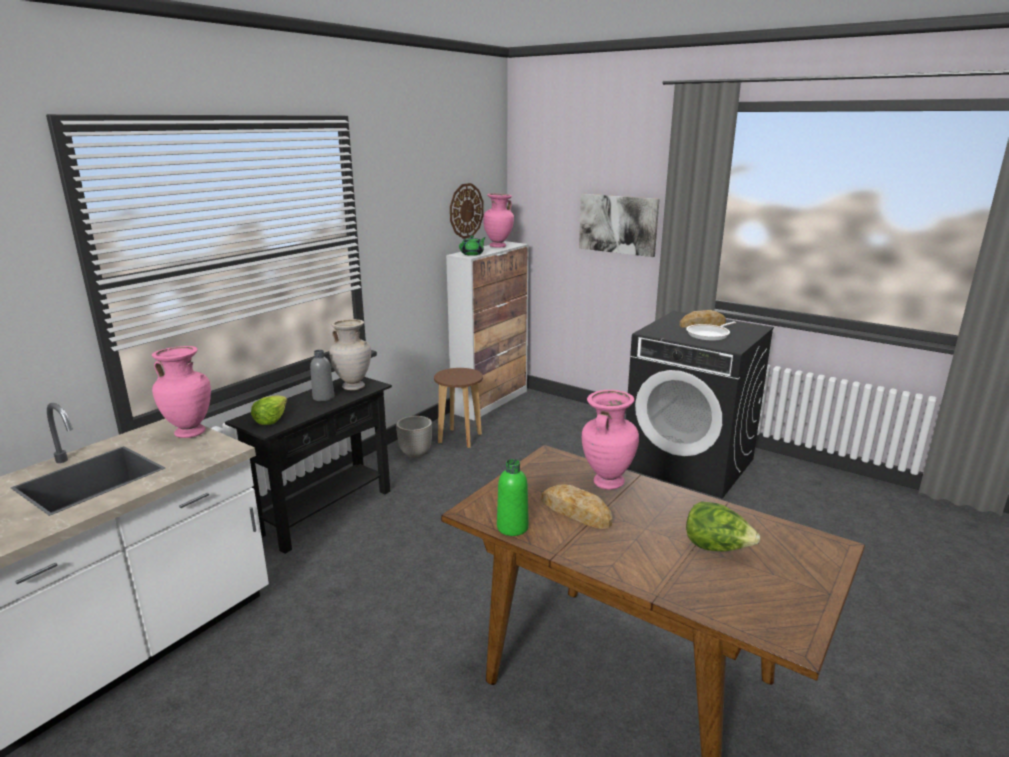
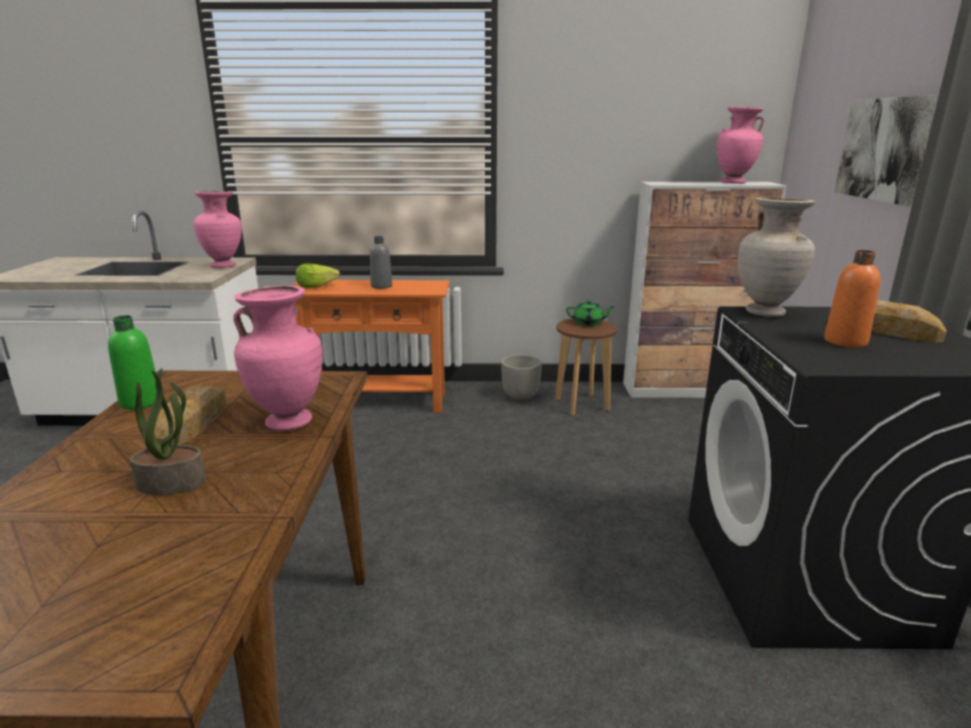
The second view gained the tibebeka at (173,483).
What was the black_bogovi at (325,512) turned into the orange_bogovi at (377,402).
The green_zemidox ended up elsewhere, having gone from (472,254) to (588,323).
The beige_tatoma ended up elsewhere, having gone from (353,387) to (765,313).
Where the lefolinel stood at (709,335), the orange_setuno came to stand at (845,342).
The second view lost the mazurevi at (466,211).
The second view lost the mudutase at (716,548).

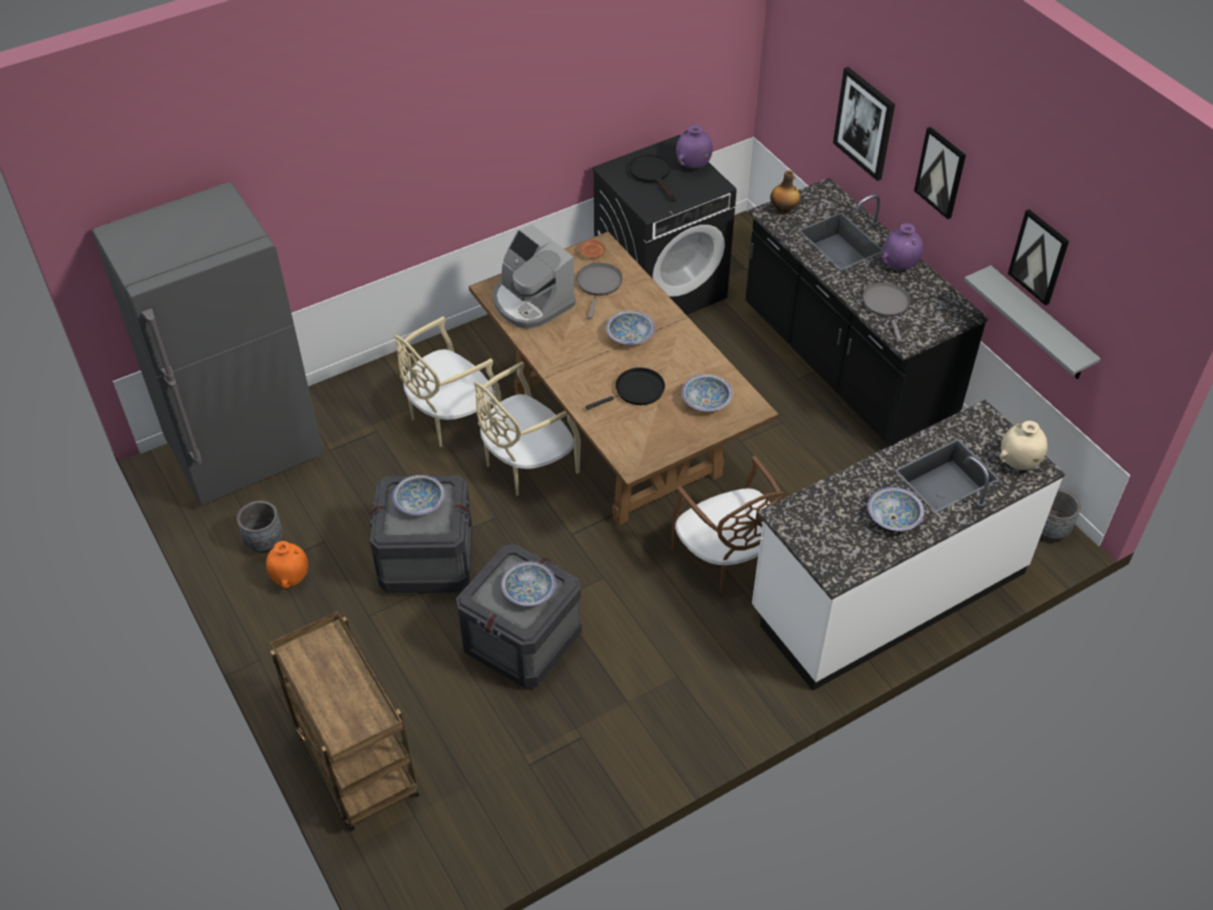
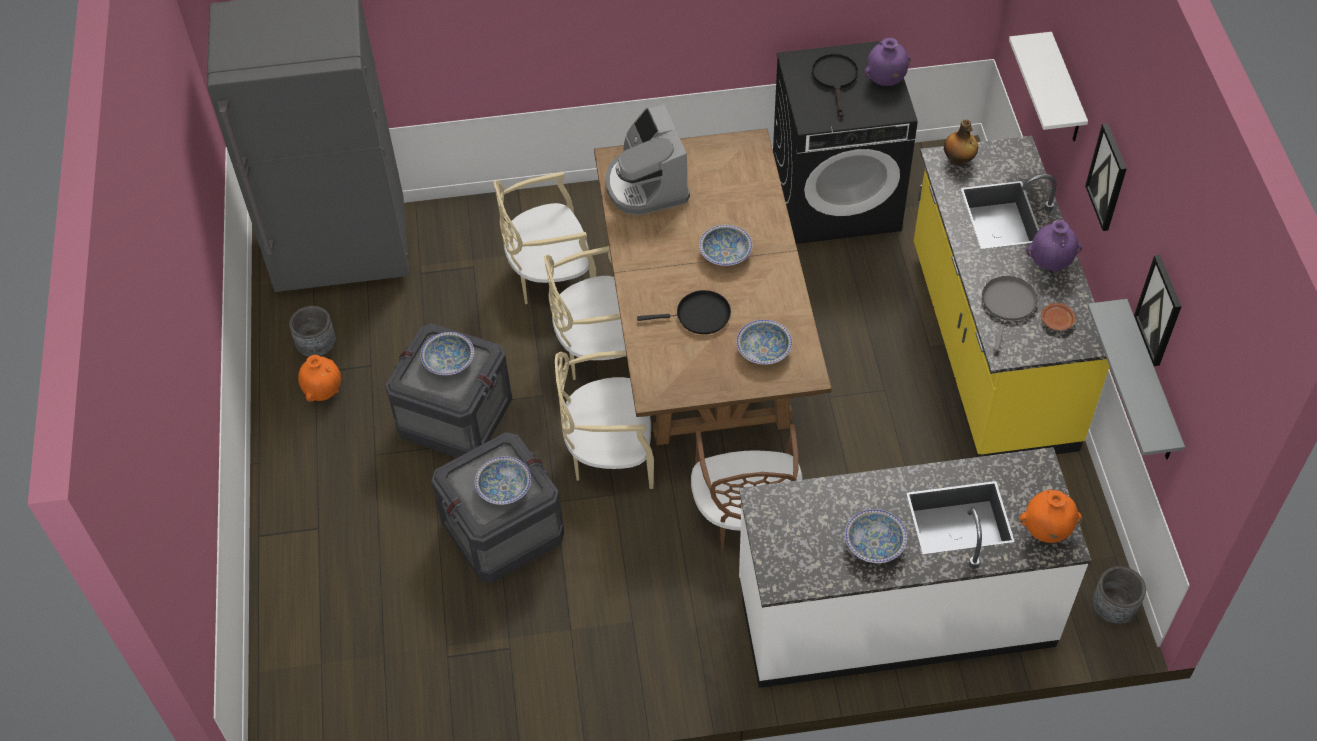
The second view gained the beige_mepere at (610,453).
What was the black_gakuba at (845,365) turned into the yellow_gakuba at (989,348).
Where the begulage hung at (864,123), the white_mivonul came to hang at (1065,91).
What was the beige_tatoma at (1018,463) turned into the orange_tatoma at (1046,531).
The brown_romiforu ended up elsewhere, having gone from (592,253) to (1056,321).
The second view lost the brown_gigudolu at (354,762).
The second view lost the grey_lefolinel at (599,285).

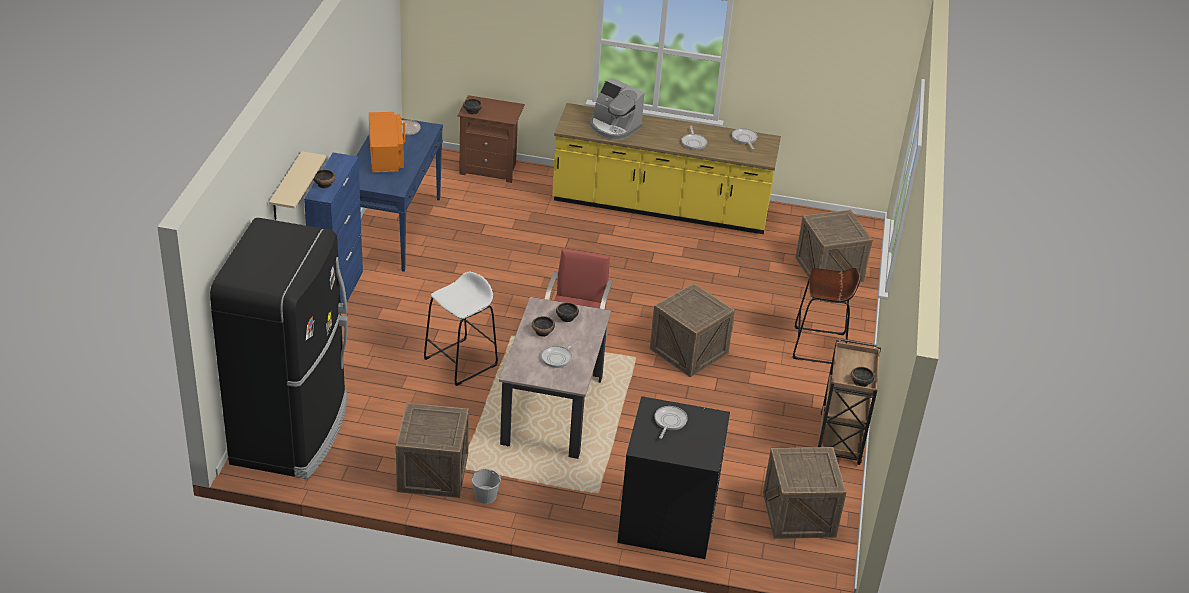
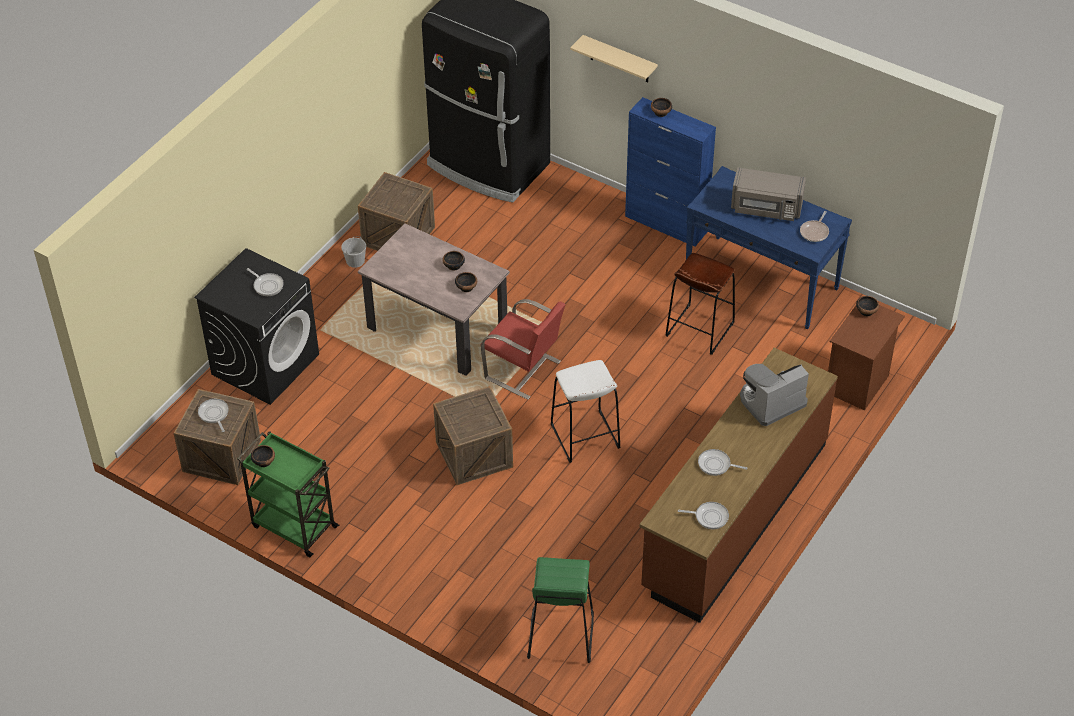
The lefolinel ended up elsewhere, having gone from (558,358) to (214,414).
What was the brown_gigudolu at (840,440) turned into the green_gigudolu at (293,526).
Where the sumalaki stood at (829,269), the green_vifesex came to stand at (560,635).
The white_vifesex ended up elsewhere, having gone from (461,362) to (585,436).
What was the yellow_gakuba at (660,208) turned into the brown_gakuba at (734,515).
The brown_vifesex ended up elsewhere, having gone from (819,346) to (699,329).
What was the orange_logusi at (386,156) turned into the grey_logusi at (766,208).

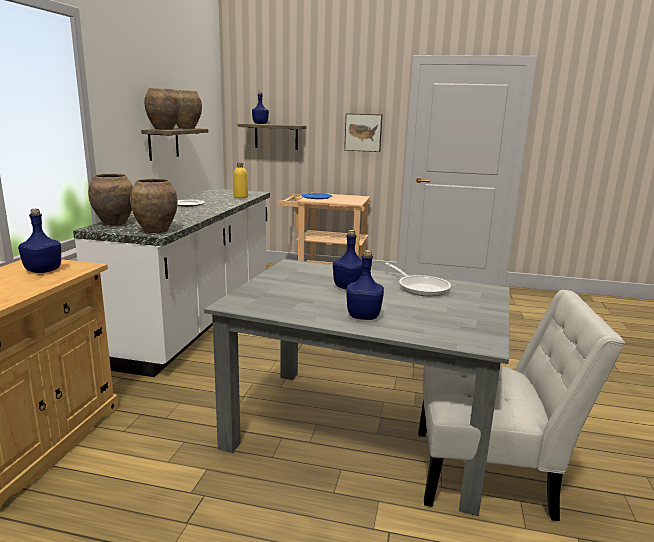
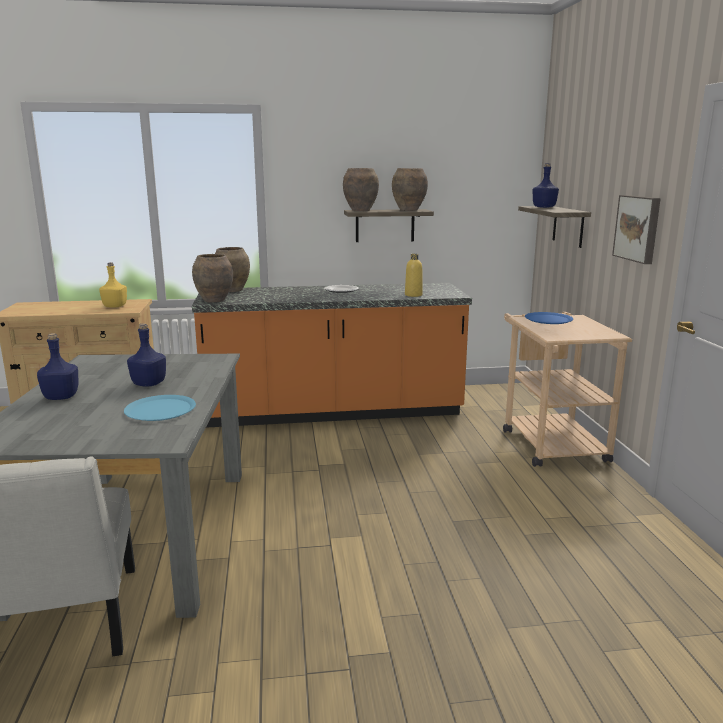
What was the blue_setuno at (44,271) turned into the yellow_setuno at (115,306).
Where the lefolinel stood at (420,287), the blue_romiforu came to stand at (160,409).
What was the white_gakuba at (197,319) turned into the orange_gakuba at (333,412).

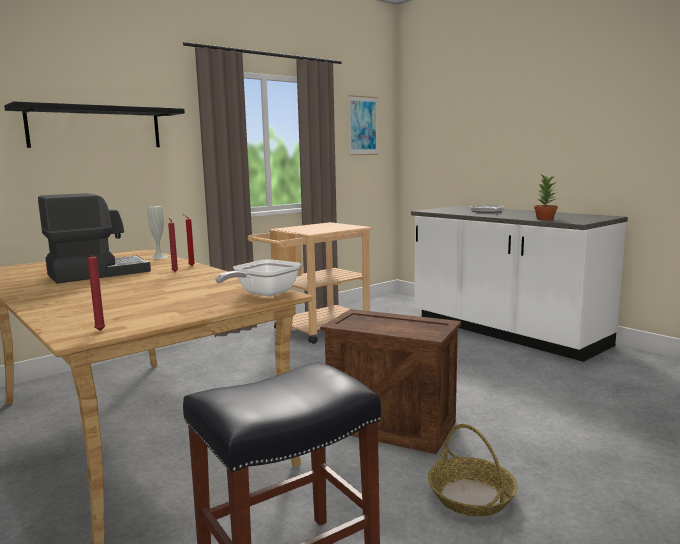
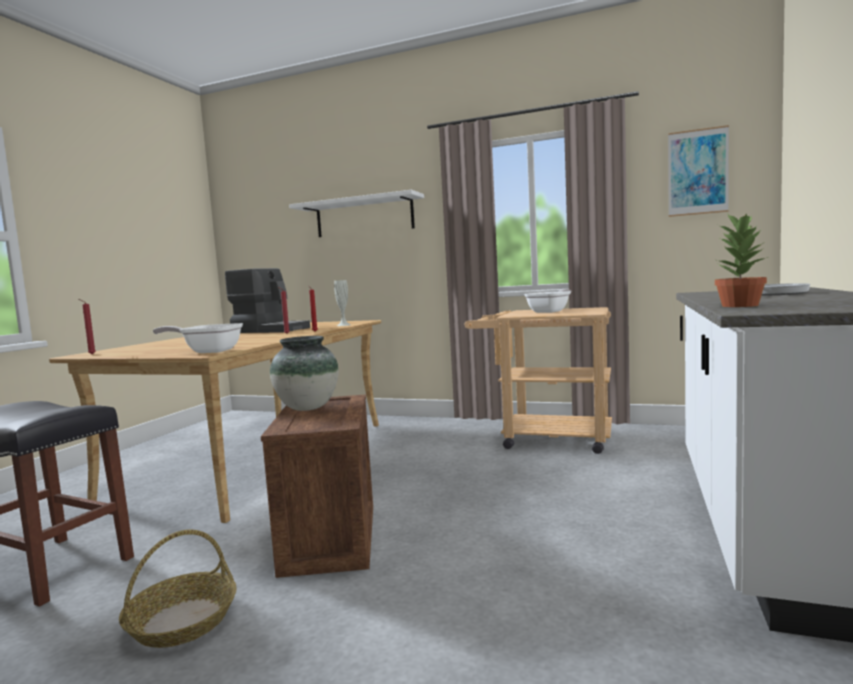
The second view gained the tatoma at (307,408).
What was the black_mivonul at (95,128) turned into the white_mivonul at (364,217).
The second view gained the lefolinel at (551,311).

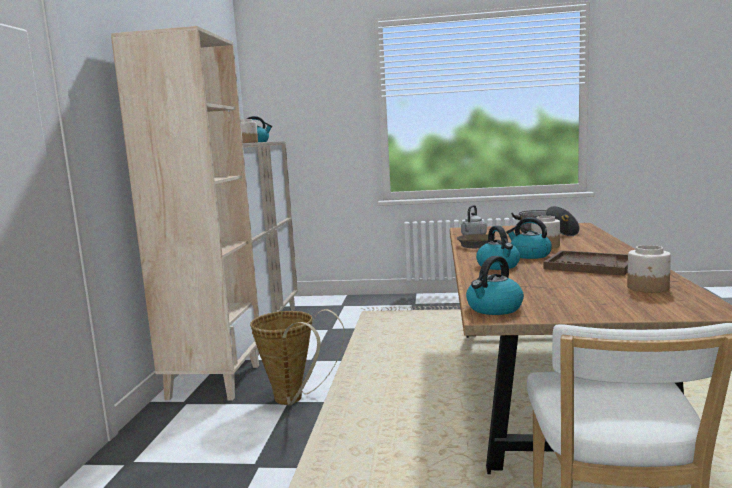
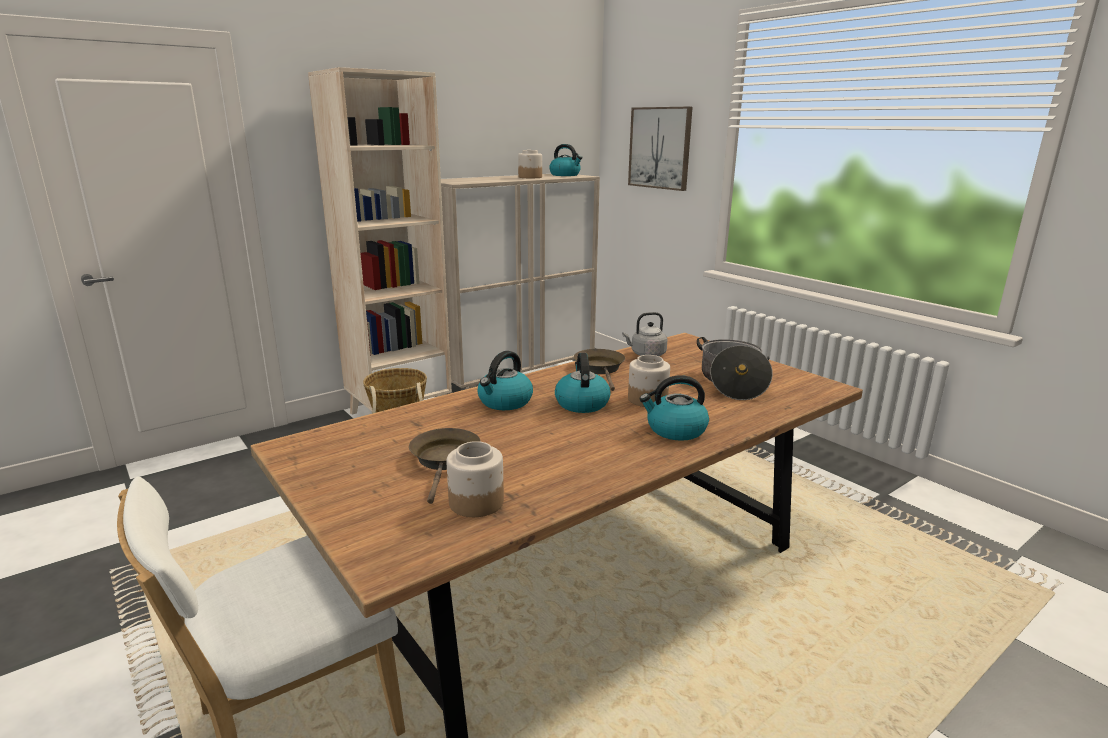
The second view gained the brown_lefolinel at (445,460).
The second view gained the begulage at (660,148).
The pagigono ended up elsewhere, having gone from (494,308) to (675,430).
The second view lost the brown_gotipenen at (589,265).

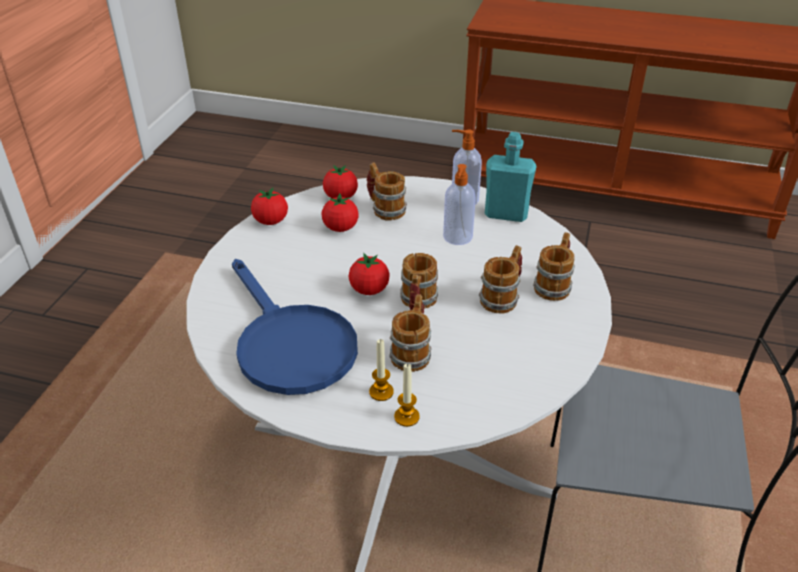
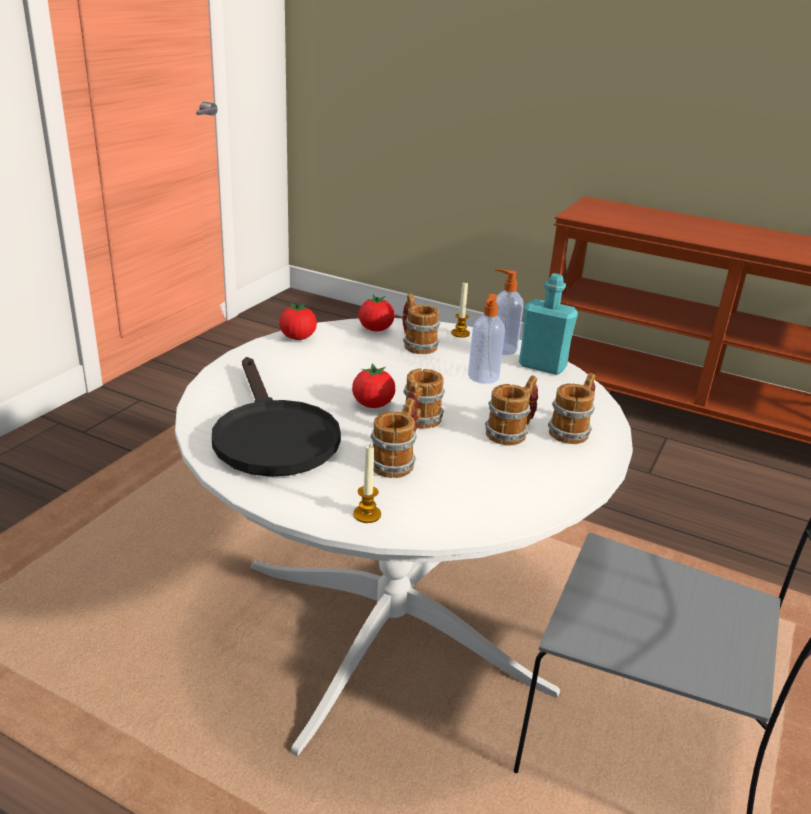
What was the blue_lefolinel at (289,344) turned into the black_lefolinel at (271,435).
The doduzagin ended up elsewhere, having gone from (381,392) to (460,333).
The second view lost the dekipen at (340,228).

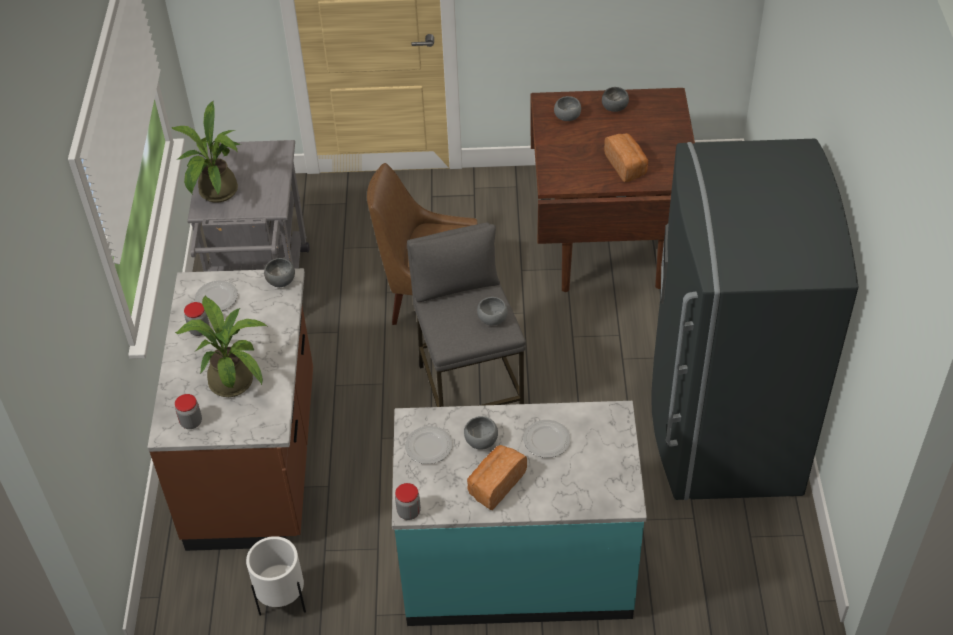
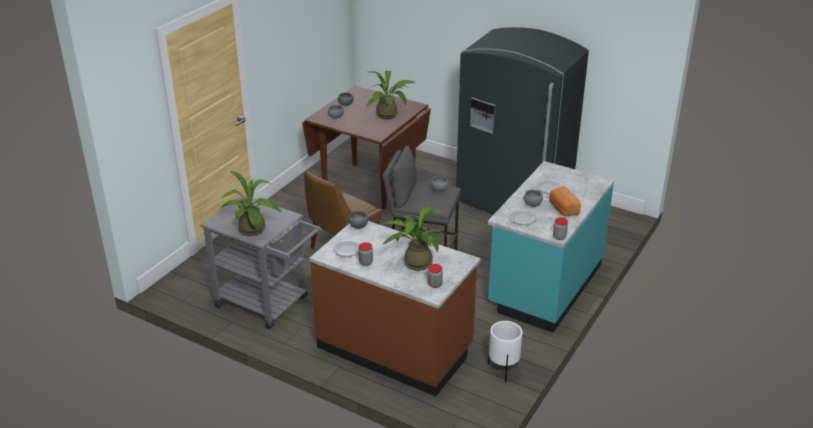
Where the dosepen stood at (626,166), the tibebeka came to stand at (389,115).

